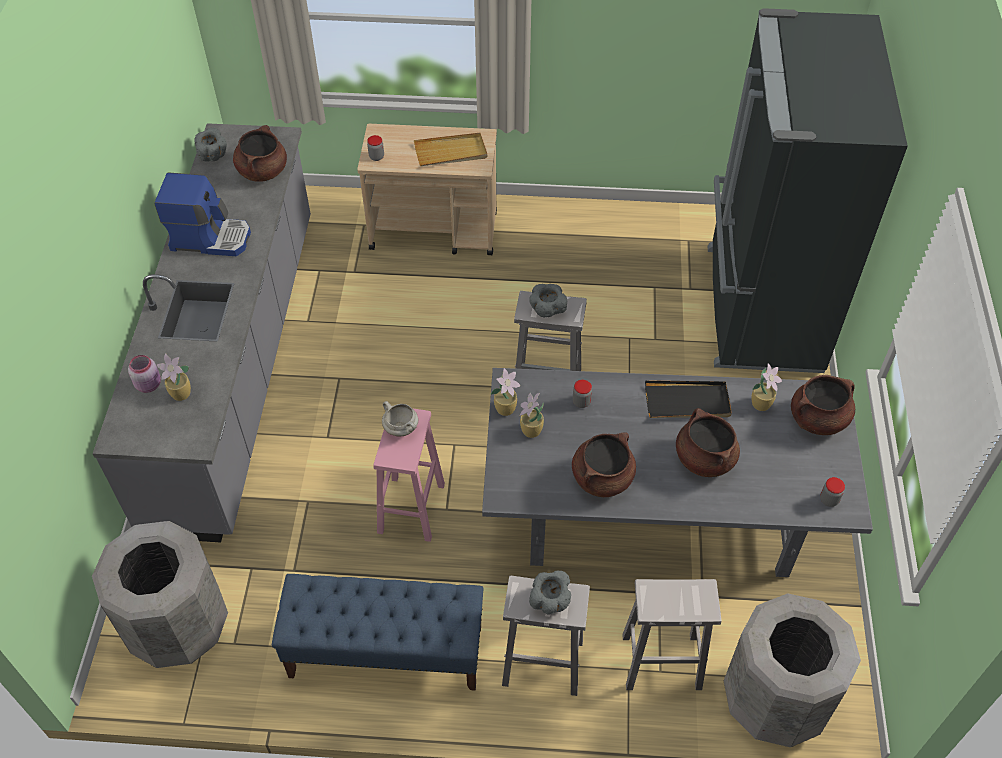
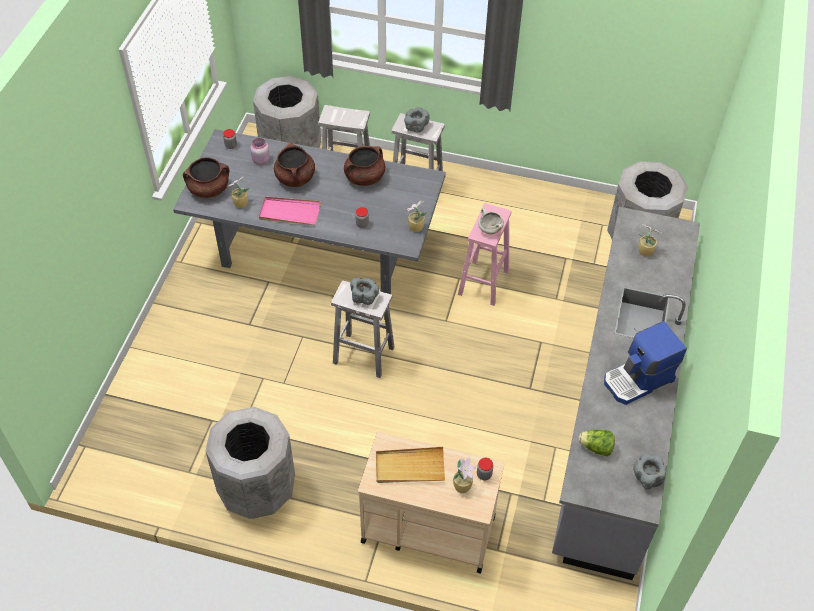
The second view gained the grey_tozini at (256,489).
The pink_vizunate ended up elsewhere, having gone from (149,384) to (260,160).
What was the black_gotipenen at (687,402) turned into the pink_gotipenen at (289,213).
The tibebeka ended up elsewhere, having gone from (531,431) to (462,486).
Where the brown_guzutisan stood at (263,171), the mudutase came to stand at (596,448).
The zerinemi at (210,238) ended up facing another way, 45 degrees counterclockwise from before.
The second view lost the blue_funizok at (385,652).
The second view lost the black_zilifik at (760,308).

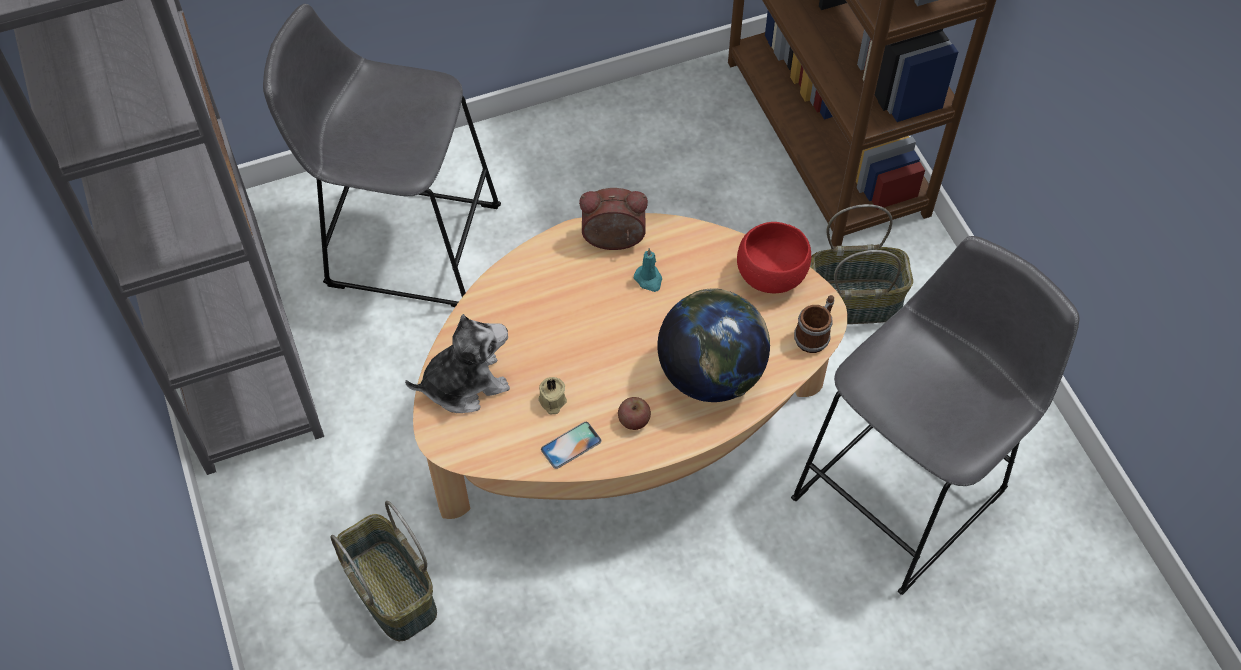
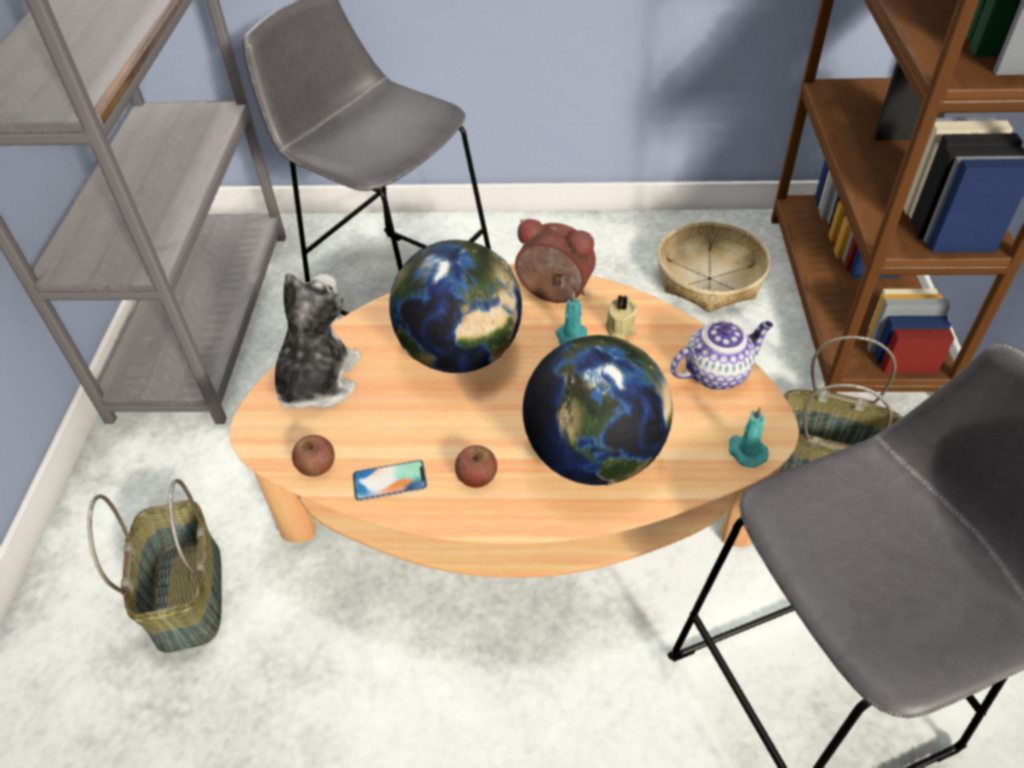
The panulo at (465,383) ended up facing another way, 75 degrees counterclockwise from before.
The second view gained the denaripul at (317,466).
The second view gained the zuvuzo at (461,354).
The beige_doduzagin ended up elsewhere, having gone from (552,402) to (619,329).
The second view gained the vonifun at (709,279).
Where the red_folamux stood at (770,275), the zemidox came to stand at (717,372).
Where the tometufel stood at (815,335), the turquoise_doduzagin came to stand at (746,451).

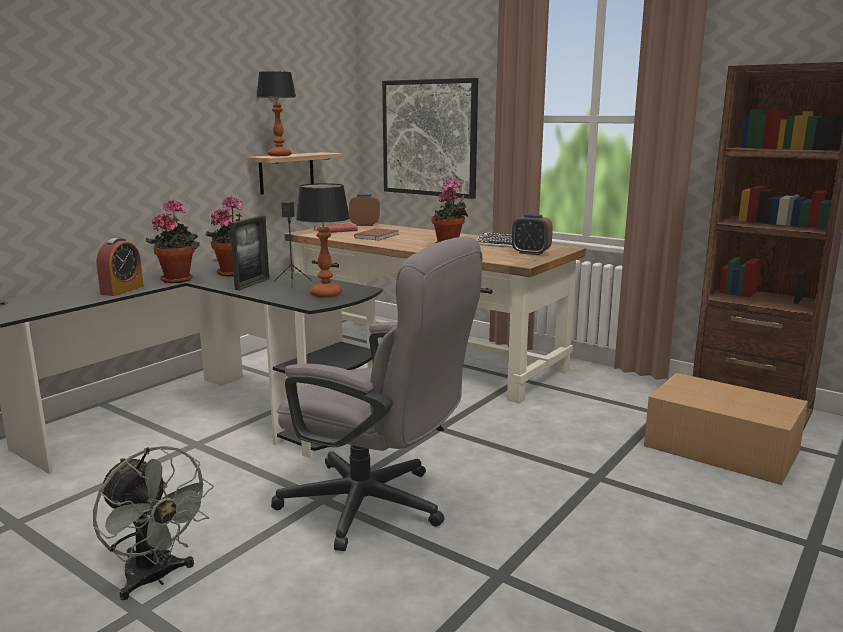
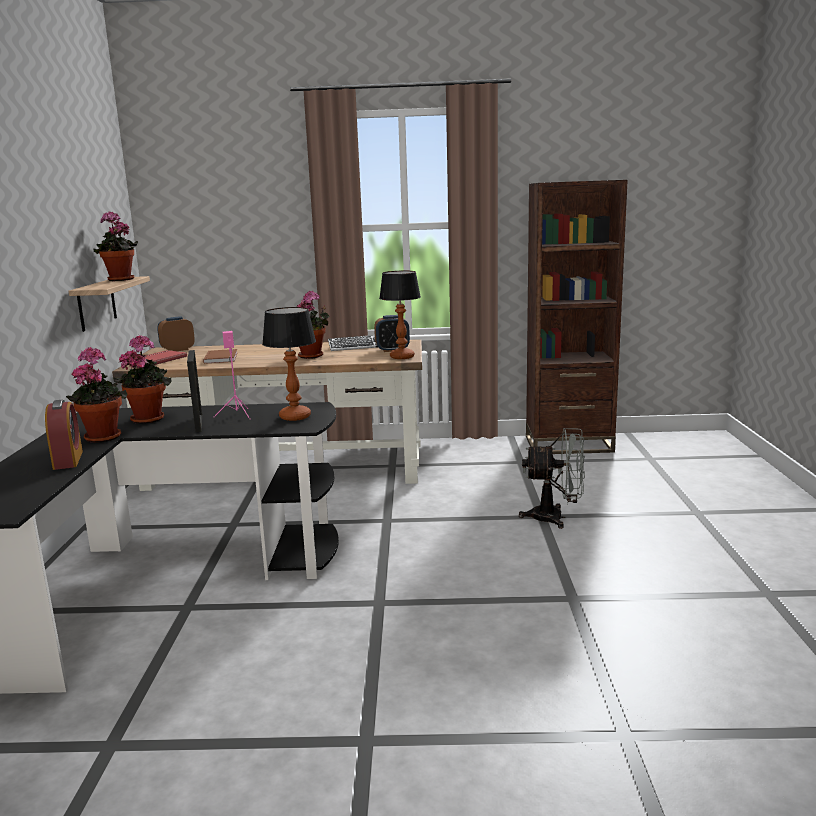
The second view gained the tibebeka at (120,280).
What was the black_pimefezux at (292,283) turned into the pink_pimefezux at (237,414).
The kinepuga ended up elsewhere, having gone from (279,155) to (401,357).
The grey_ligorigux ended up elsewhere, having gone from (155,578) to (555,518).
The second view lost the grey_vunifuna at (377,508).
The second view lost the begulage at (429,138).
The second view lost the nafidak at (723,449).

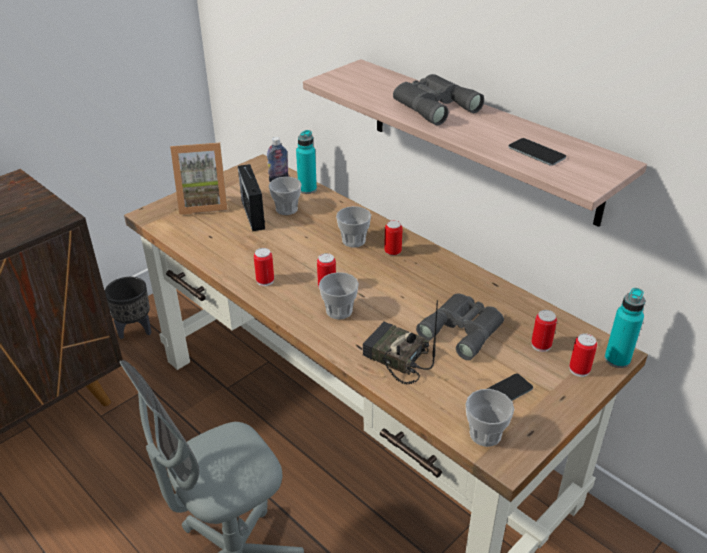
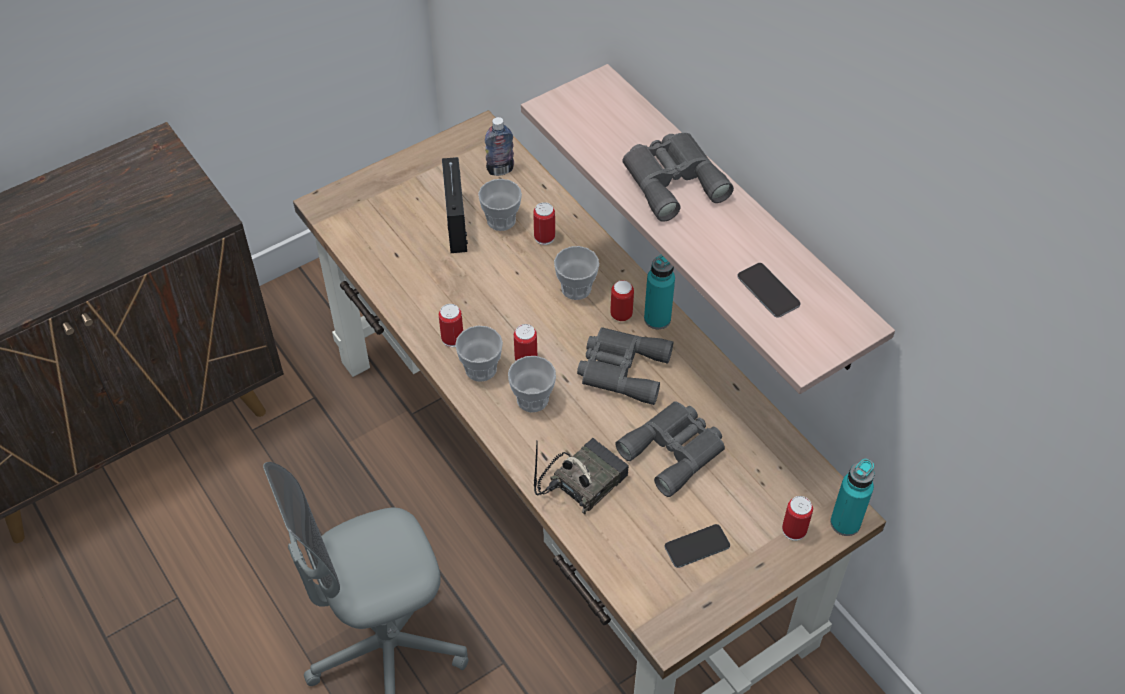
The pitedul ended up elsewhere, having gone from (485,434) to (481,369).
The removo ended up elsewhere, having gone from (541,345) to (544,237).
The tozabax at (395,358) ended up facing another way, 90 degrees clockwise from before.
The second view gained the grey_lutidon at (621,369).
The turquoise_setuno ended up elsewhere, having gone from (307,189) to (657,319).
The second view lost the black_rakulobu at (135,330).
The second view lost the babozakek at (203,203).

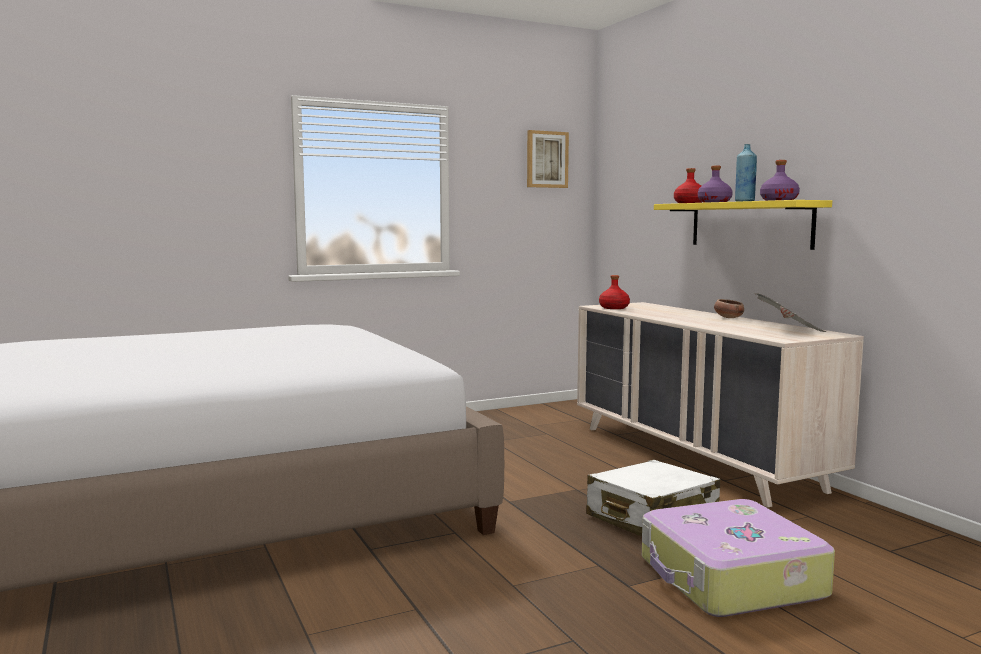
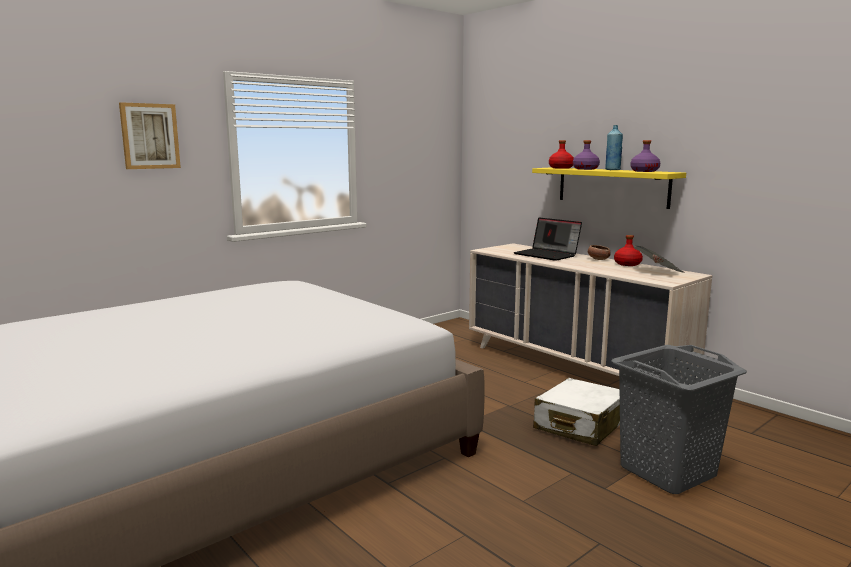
The begulage ended up elsewhere, having gone from (546,159) to (150,136).
The second view gained the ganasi at (547,255).
Where the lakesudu stood at (730,579), the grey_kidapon came to stand at (668,471).
The red_setuno ended up elsewhere, having gone from (614,308) to (627,264).

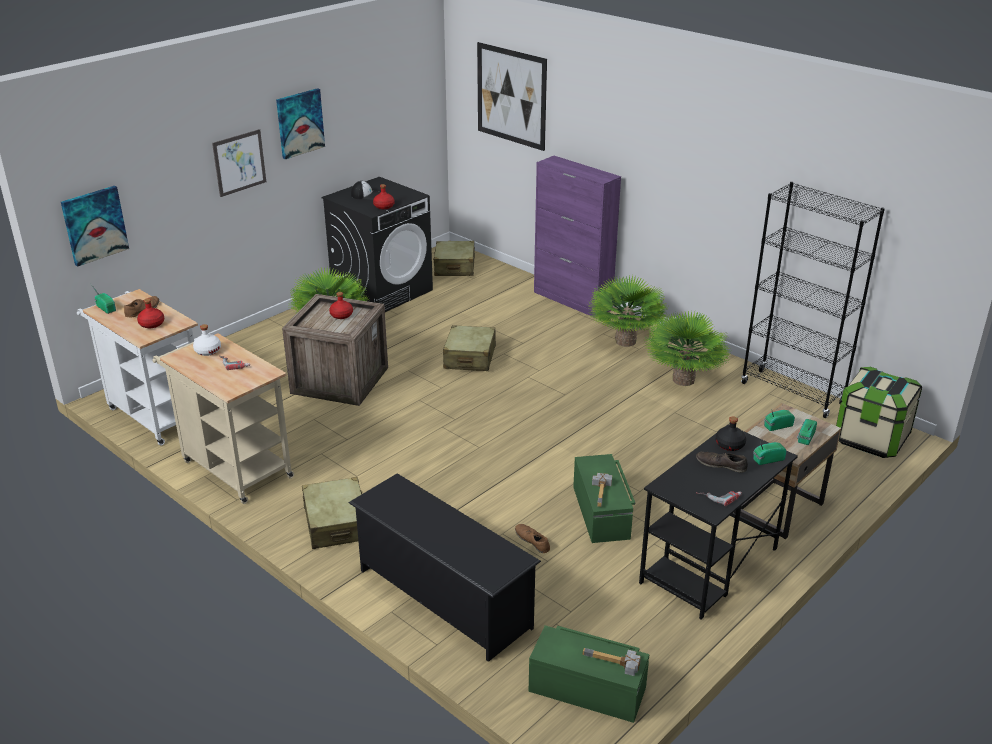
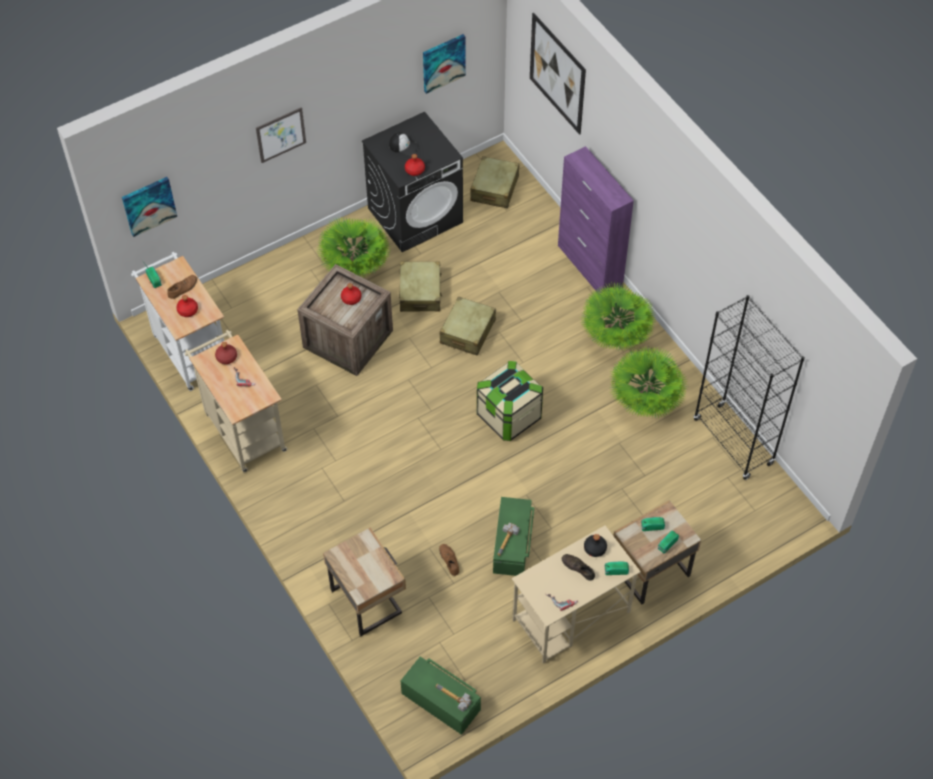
What was the white_setuno at (207,351) turned into the red_setuno at (226,357).
Where the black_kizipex stood at (443,598), the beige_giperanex came to stand at (368,600).
The beige_lakesudu ended up elsewhere, having gone from (336,523) to (420,292).
The begulage ended up elsewhere, having gone from (300,123) to (443,63).
The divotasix ended up elsewhere, having gone from (871,438) to (509,415).
What was the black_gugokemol at (708,566) turned into the beige_gugokemol at (570,616).

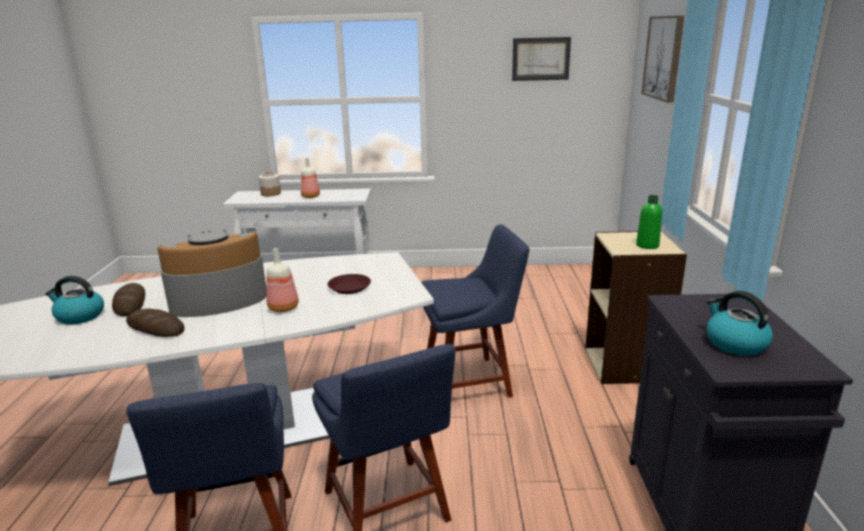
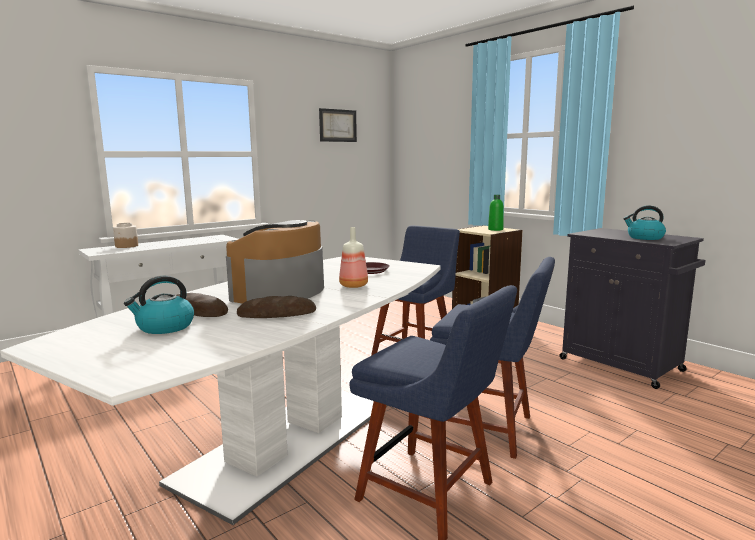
The second view lost the setuno at (310,196).
The second view lost the begulage at (664,57).

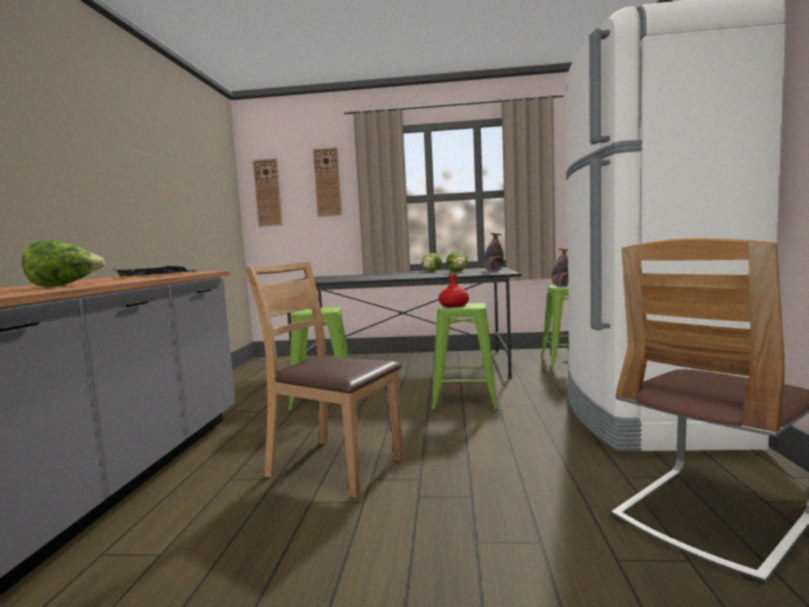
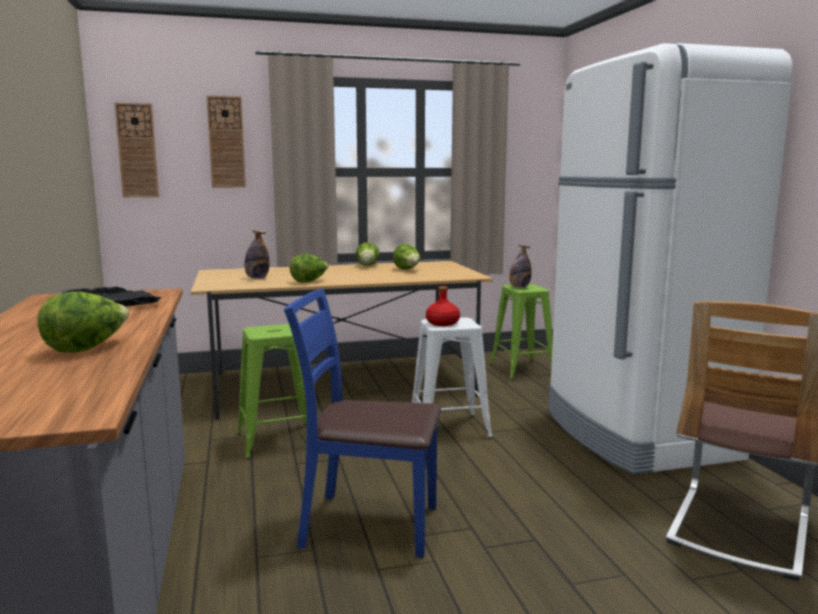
What was the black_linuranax at (405,366) turned into the beige_linuranax at (342,384).
The setuno ended up elsewhere, having gone from (493,271) to (257,278).
What was the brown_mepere at (334,466) turned into the blue_mepere at (368,524).
The second view gained the mudutase at (309,281).
What was the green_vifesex at (466,401) turned into the white_vifesex at (450,428).

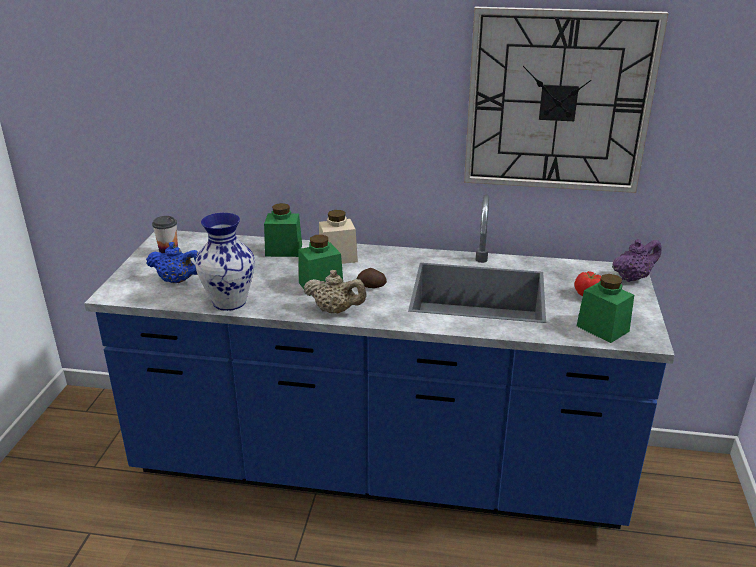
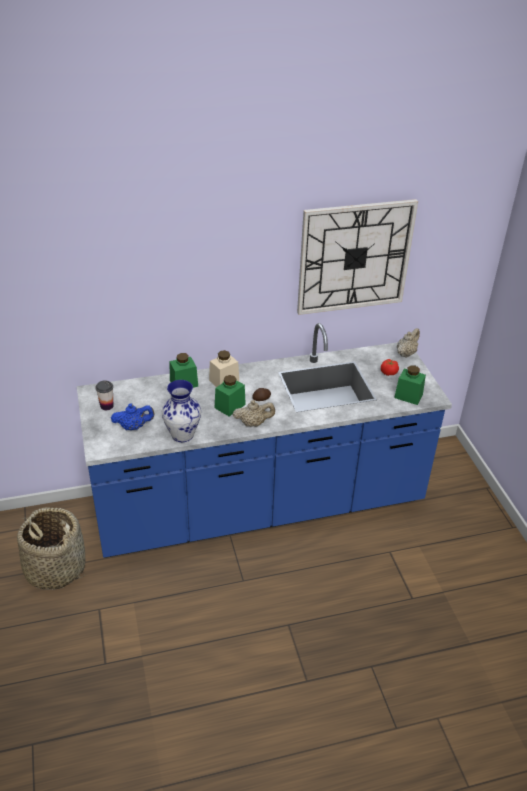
The second view gained the vonifun at (55,568).
What was the purple_zemidox at (632,278) turned into the beige_zemidox at (406,353).

